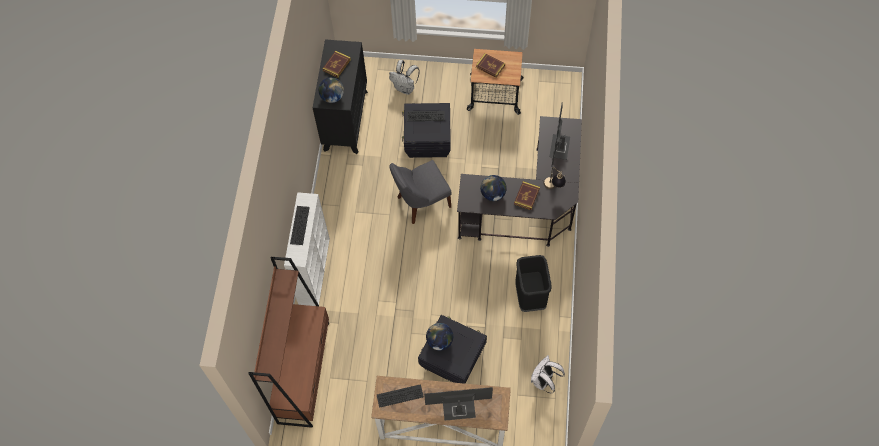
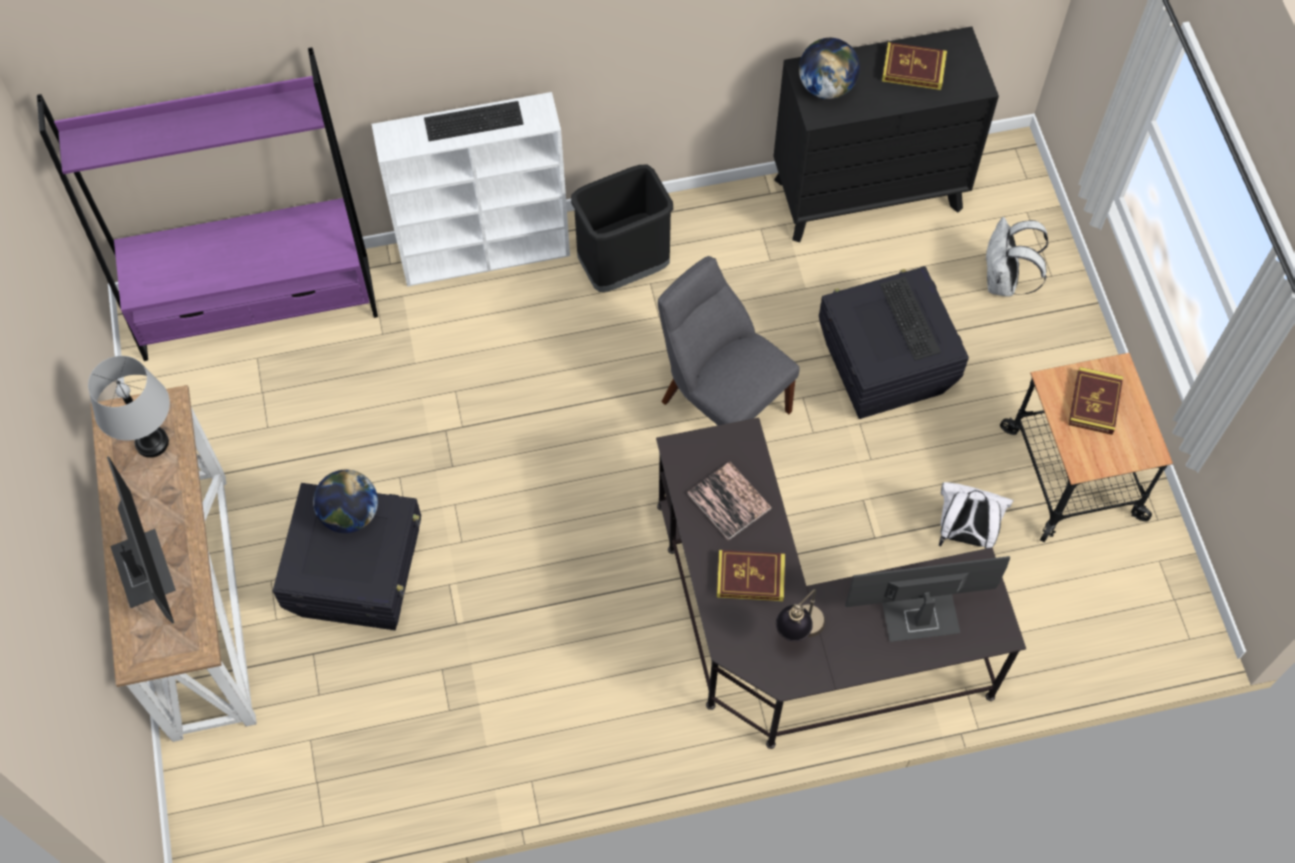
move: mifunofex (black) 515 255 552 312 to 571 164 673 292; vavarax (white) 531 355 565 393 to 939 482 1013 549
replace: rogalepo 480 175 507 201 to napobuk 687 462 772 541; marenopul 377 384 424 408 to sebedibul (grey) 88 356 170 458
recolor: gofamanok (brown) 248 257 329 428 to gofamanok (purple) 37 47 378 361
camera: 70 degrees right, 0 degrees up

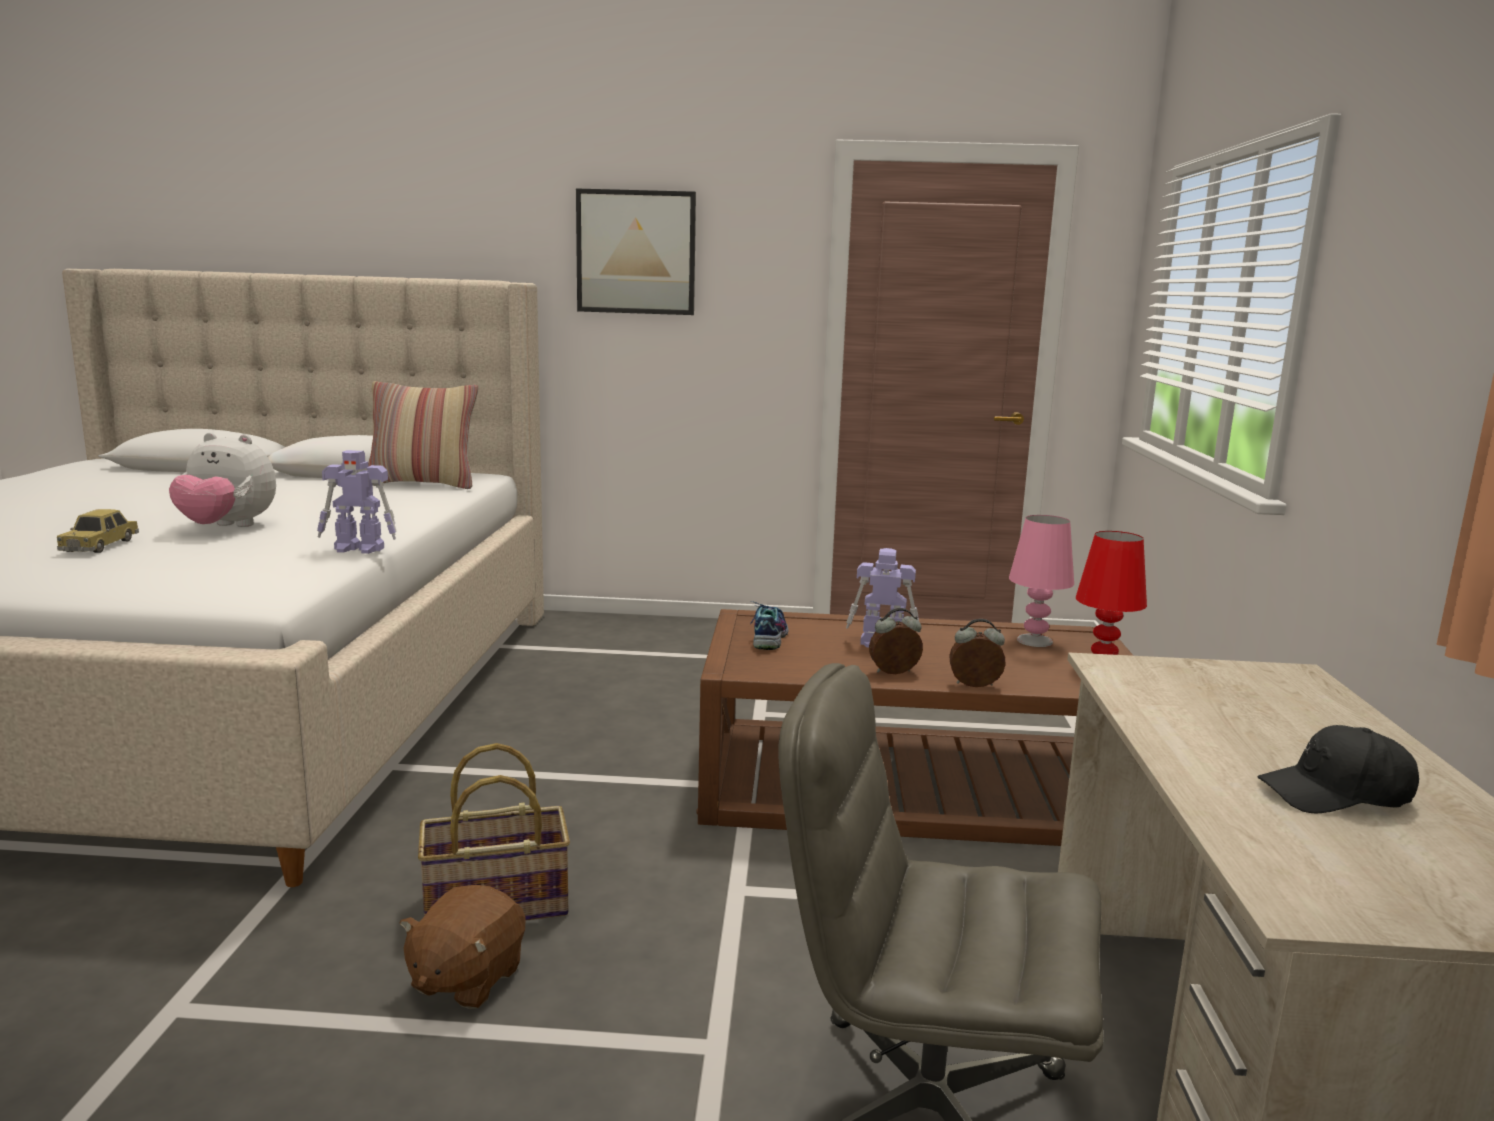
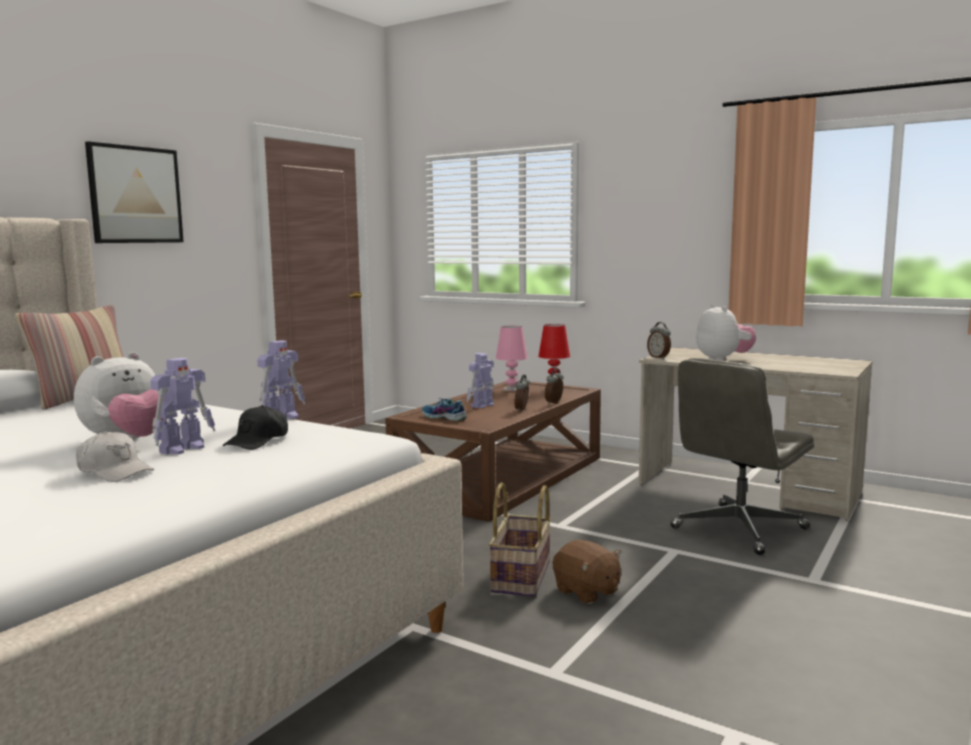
insert: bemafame 696 304 756 361; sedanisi 647 322 671 359; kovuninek 150 358 215 454
move: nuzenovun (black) 1258 725 1419 814 to 222 405 288 450
replace: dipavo 57 509 139 553 to nuzenovun (white) 76 431 154 482
camera: 60 degrees left, 5 degrees down

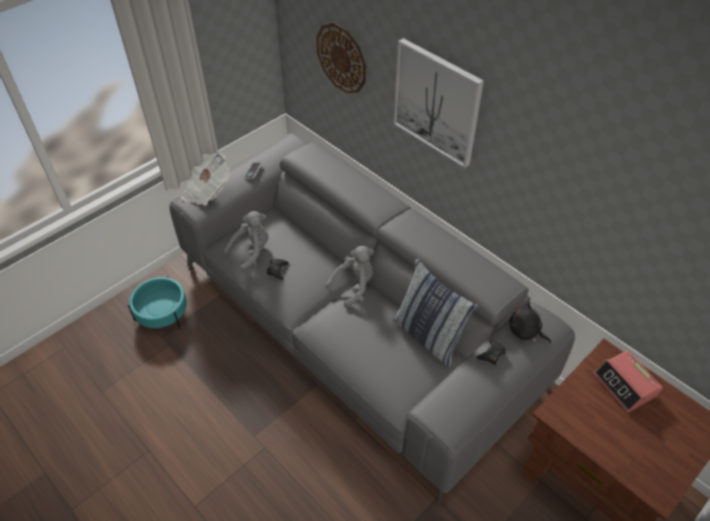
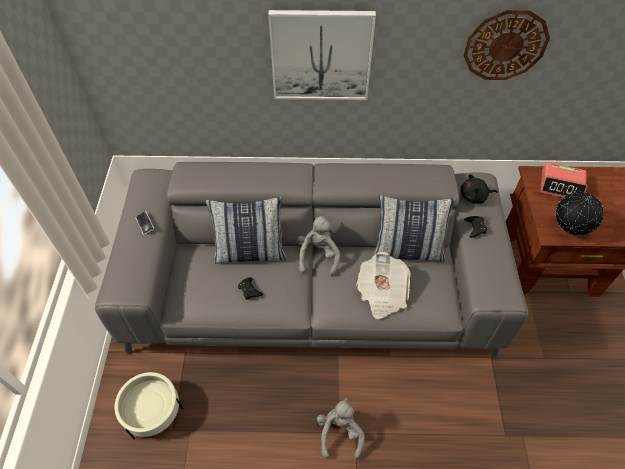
insert: rogalepo 555 192 604 235; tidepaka 205 196 286 264
move: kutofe 316 23 366 93 to 464 10 550 80; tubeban 181 153 231 206 to 356 252 411 319; bemafame (grey) 224 211 269 272 to 317 398 365 459
recolor: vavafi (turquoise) 128 276 187 329 to vavafi (beige) 115 372 183 440
camera: 45 degrees left, 5 degrees up

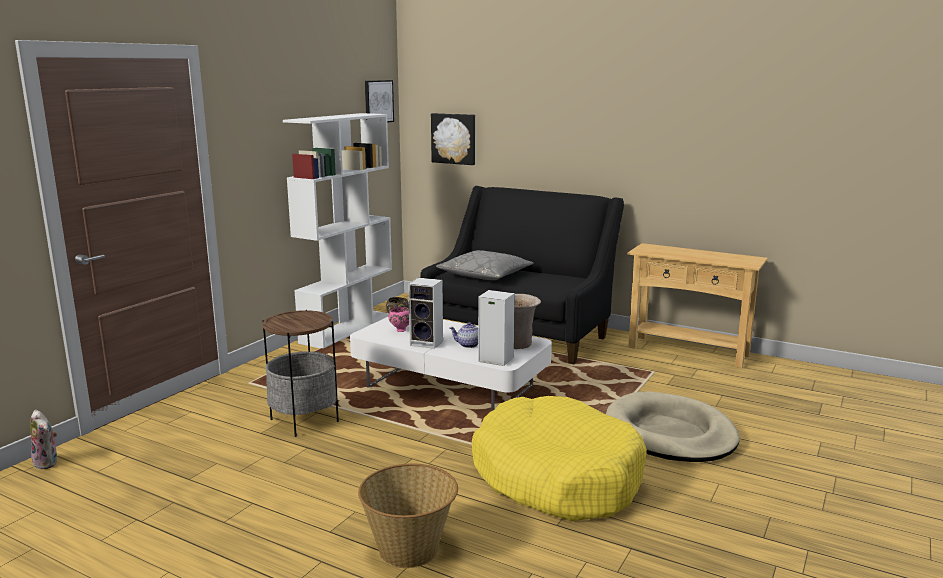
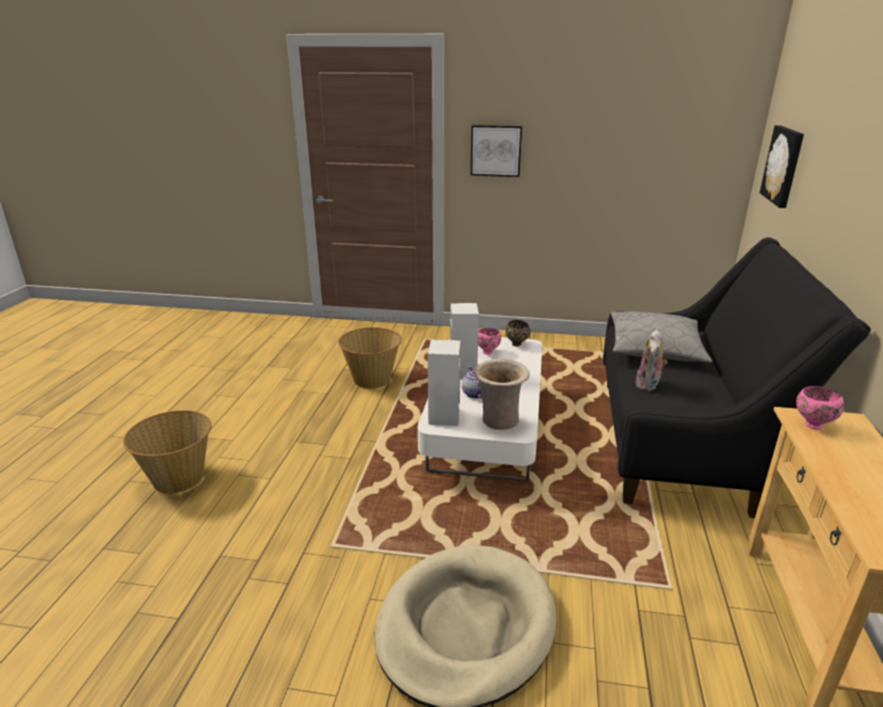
delete: gofamanok (white) 283 113 392 349; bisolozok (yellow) 472 396 647 521
insert: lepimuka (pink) 796 386 844 430
move: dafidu 365 80 394 123 to 471 125 522 177; bemafame 30 410 58 470 to 636 330 667 391
replace: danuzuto 263 310 339 437 to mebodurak 338 327 402 389
camera: 70 degrees right, 10 degrees up

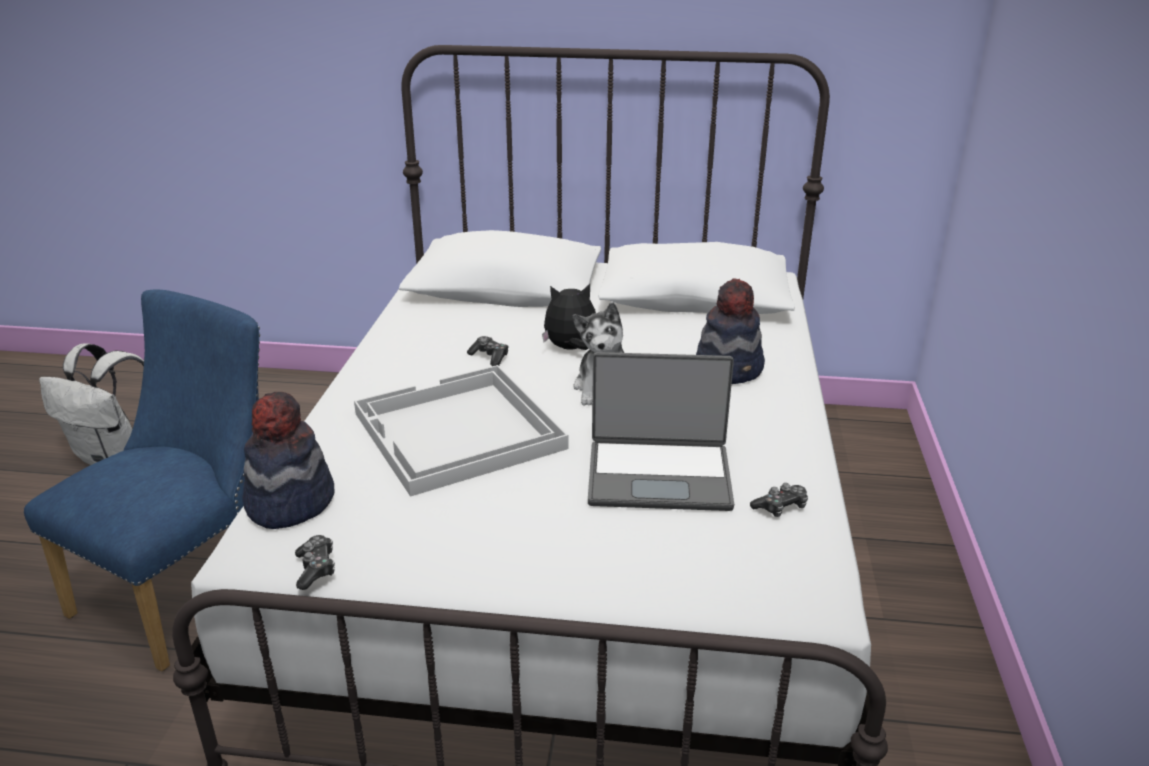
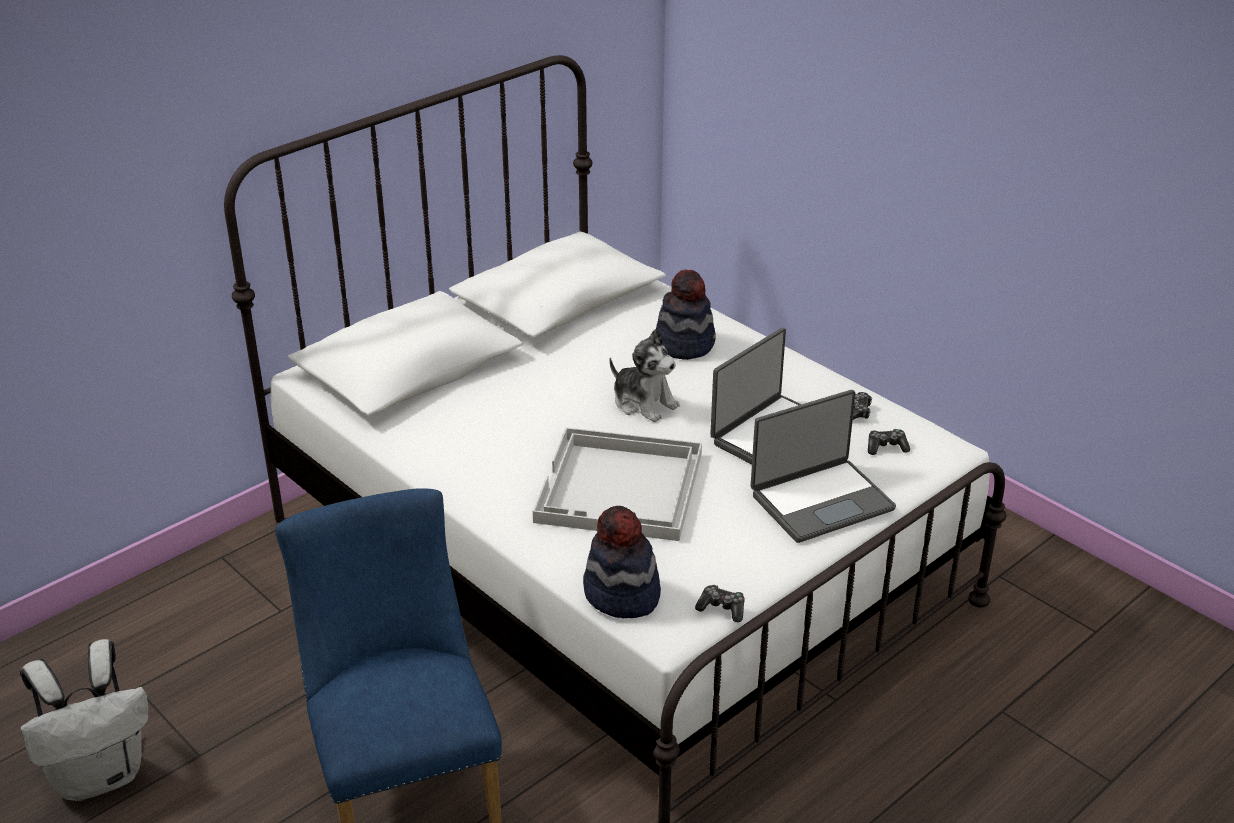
delete: bemafame 542 284 596 350
insert: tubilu 751 390 896 543
move: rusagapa 467 336 509 366 to 868 429 910 455
camera: 50 degrees left, 5 degrees up

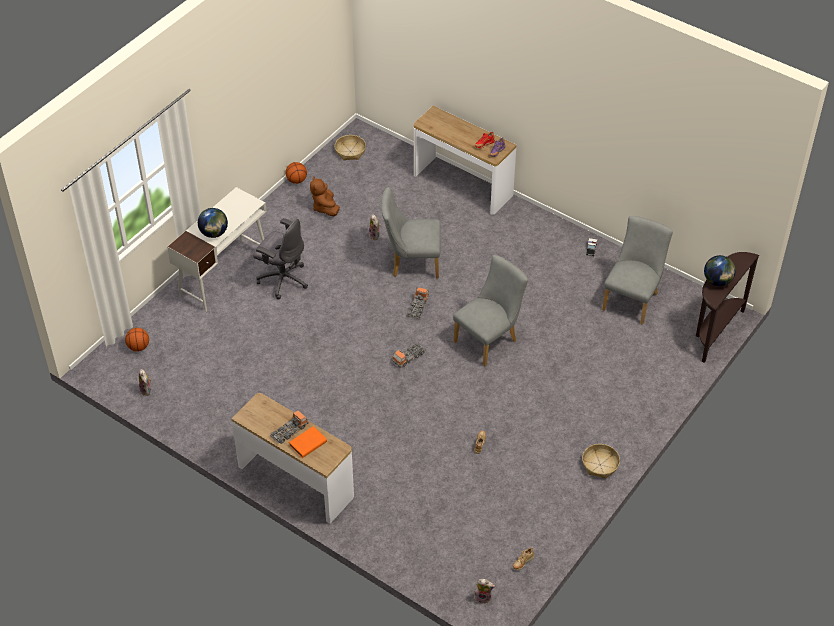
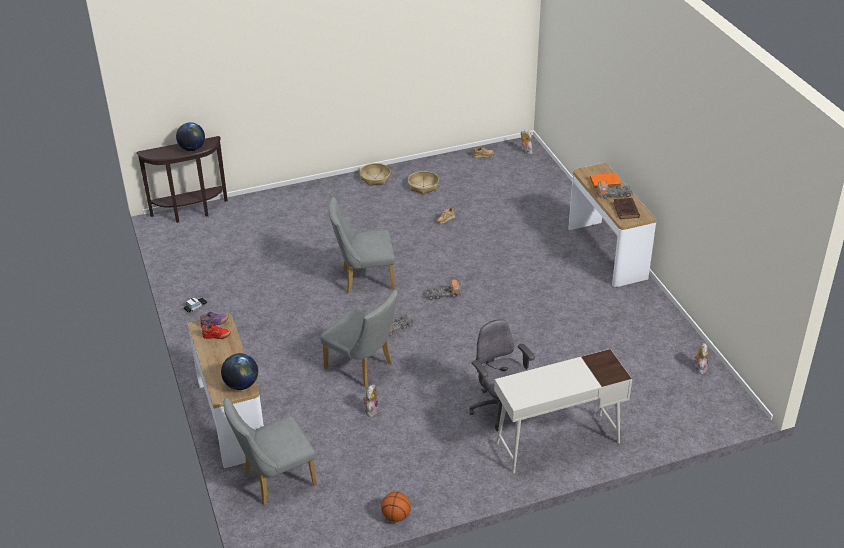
delete: bemafame (brown) 310 176 340 216; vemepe 125 328 149 351
insert: napobuk (brown) 613 198 640 219
move: mebodurak 335 135 366 160 to 408 171 439 195; rogalepo 198 208 228 238 to 221 353 258 390; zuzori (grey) 602 216 673 325 to 223 398 317 505
camera: 145 degrees left, 10 degrees down

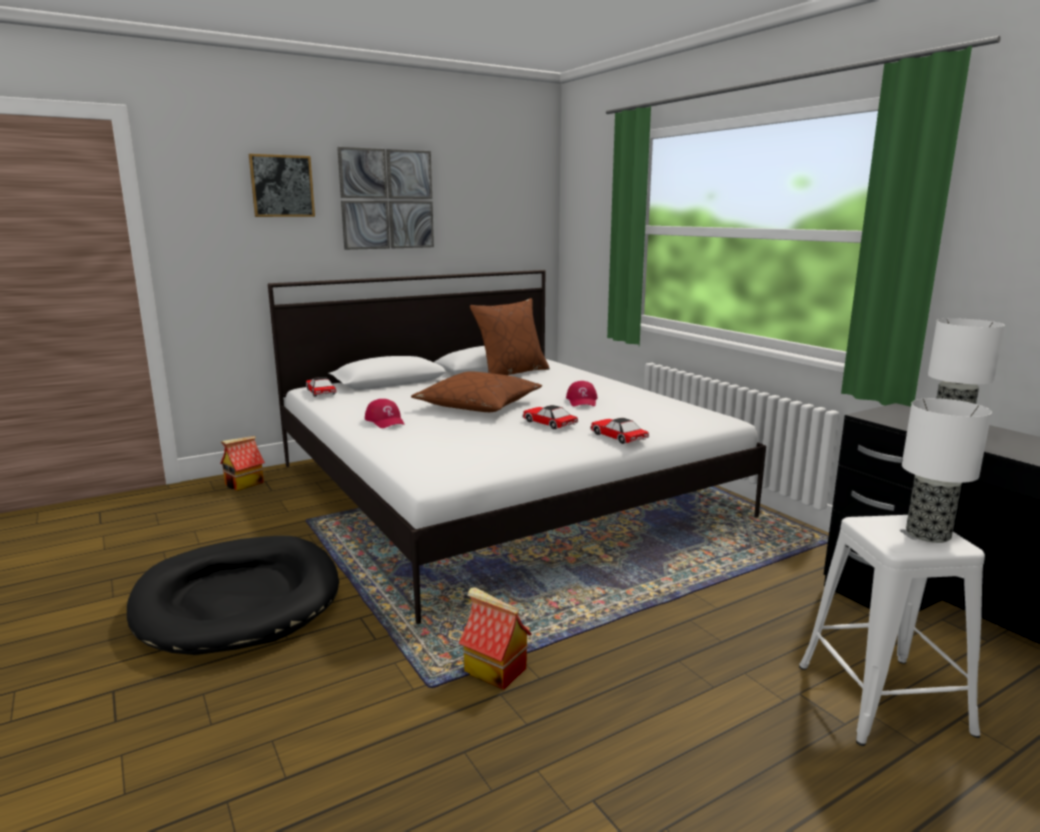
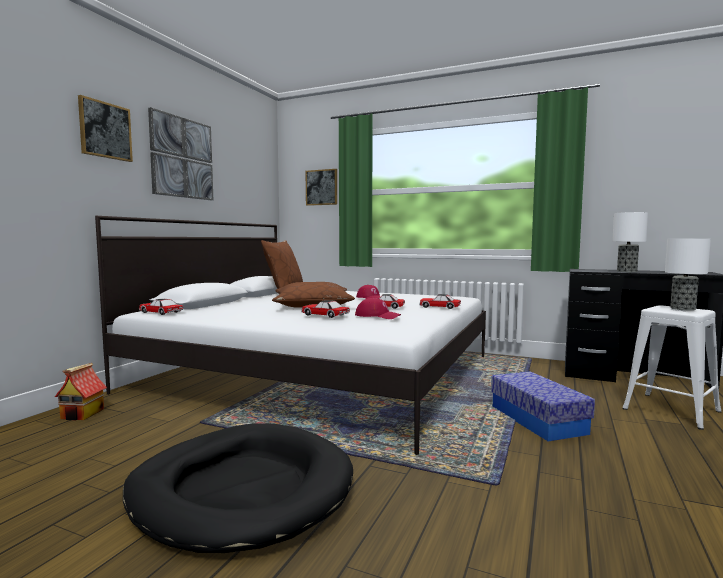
delete: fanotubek 459 587 532 690
insert: dafidu 305 169 337 206; dipavo 301 300 350 318; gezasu 491 371 595 441
move: nuzenovun (red) 365 399 405 428 to 355 298 401 319
camera: 35 degrees left, 10 degrees down

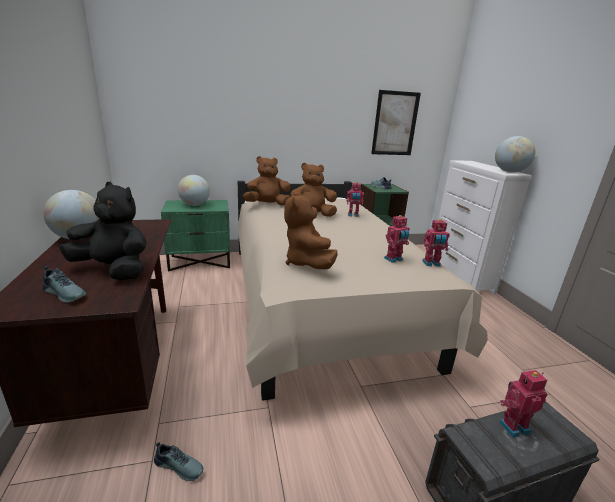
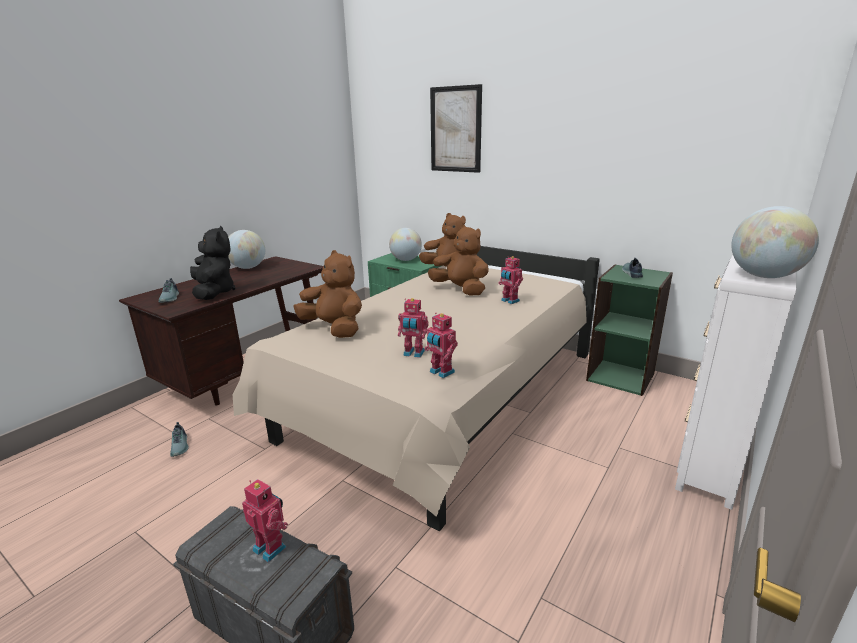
move: dafidu 371 90 421 155 to 430 84 482 173
rotate: bemafame (brown) 284 192 337 269 = 293 250 362 338 90 degrees clockwise
camera: 50 degrees right, 0 degrees up

